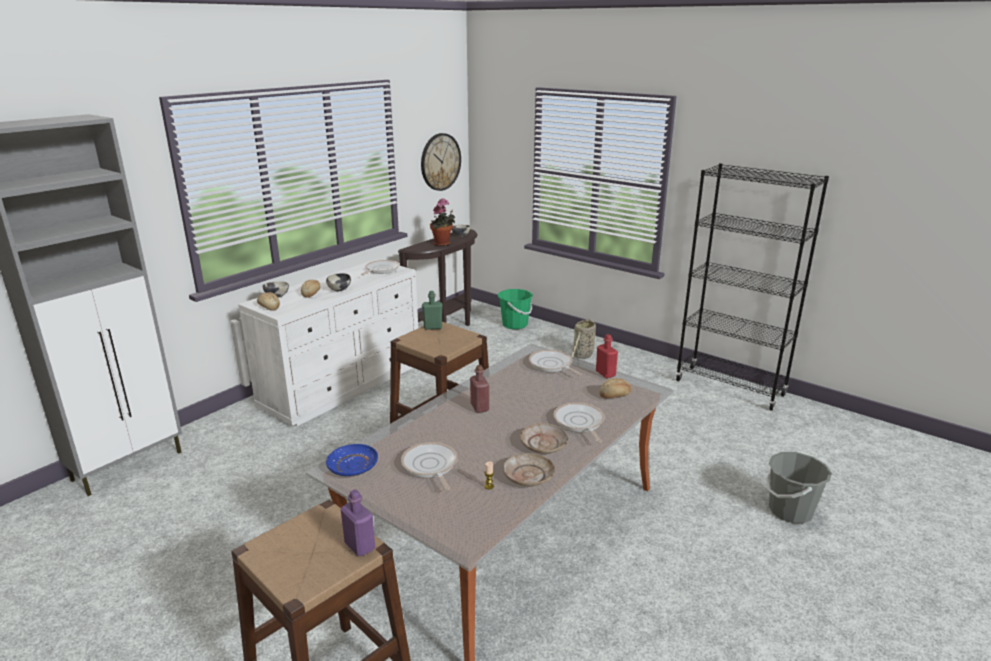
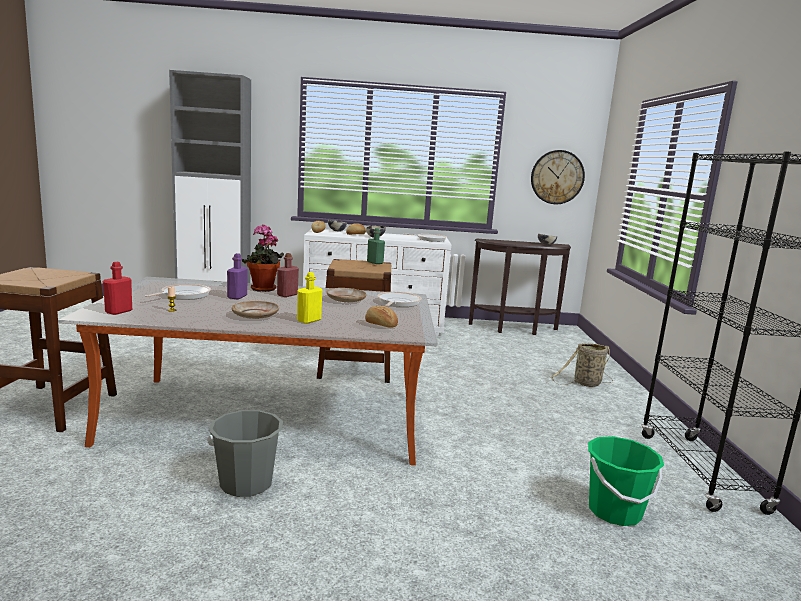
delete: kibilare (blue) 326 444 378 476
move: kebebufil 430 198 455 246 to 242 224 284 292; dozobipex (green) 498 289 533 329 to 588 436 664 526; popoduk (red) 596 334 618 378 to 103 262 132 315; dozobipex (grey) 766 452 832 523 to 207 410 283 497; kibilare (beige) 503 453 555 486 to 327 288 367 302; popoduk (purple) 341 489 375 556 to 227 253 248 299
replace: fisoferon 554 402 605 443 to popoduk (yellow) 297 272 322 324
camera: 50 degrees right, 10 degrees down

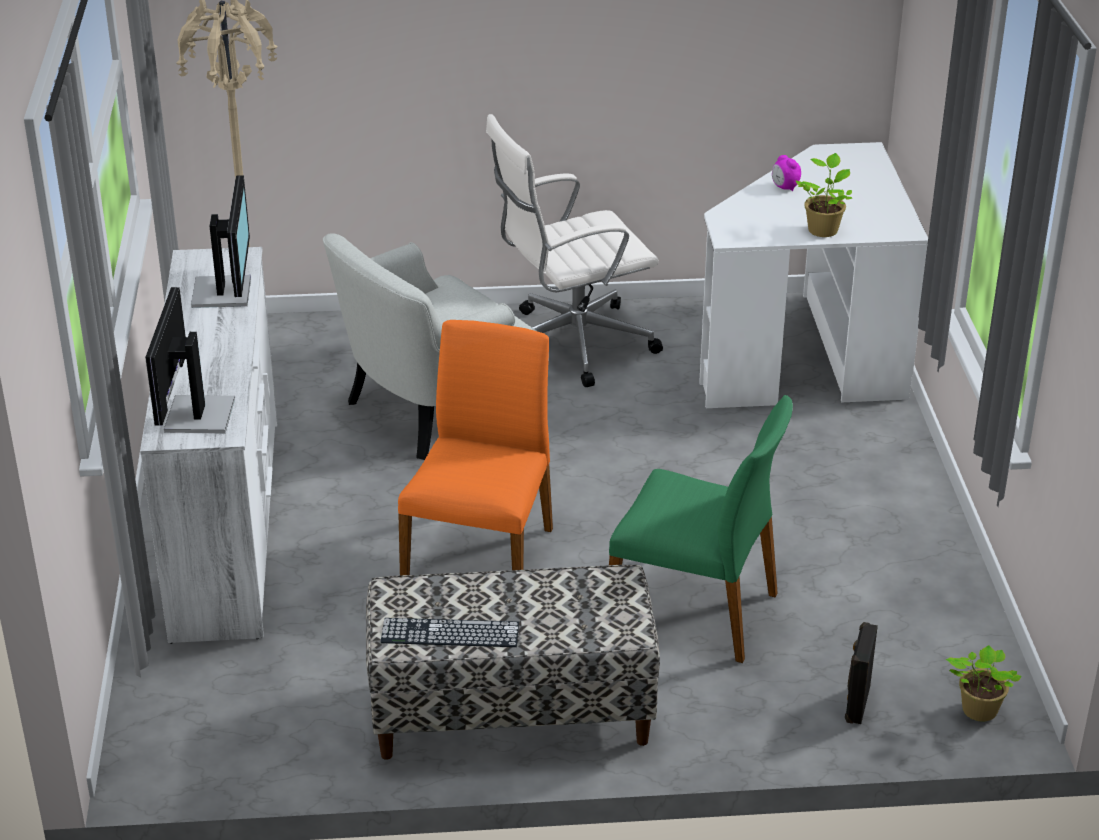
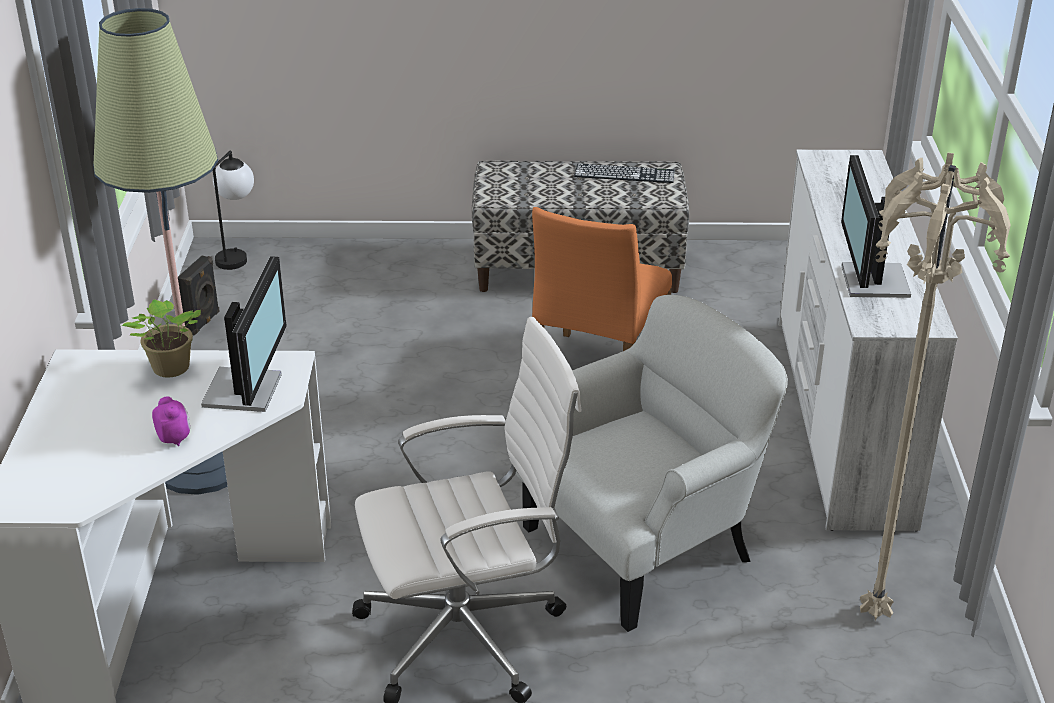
delete: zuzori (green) 609 395 793 663
insert: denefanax 93 8 228 495
move: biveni 145 287 235 433 to 201 256 287 412; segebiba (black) 845 622 878 724 to 178 256 220 336
replace: kebebufil 946 645 1022 722 to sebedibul 213 150 254 270
camera: 175 degrees left, 0 degrees up

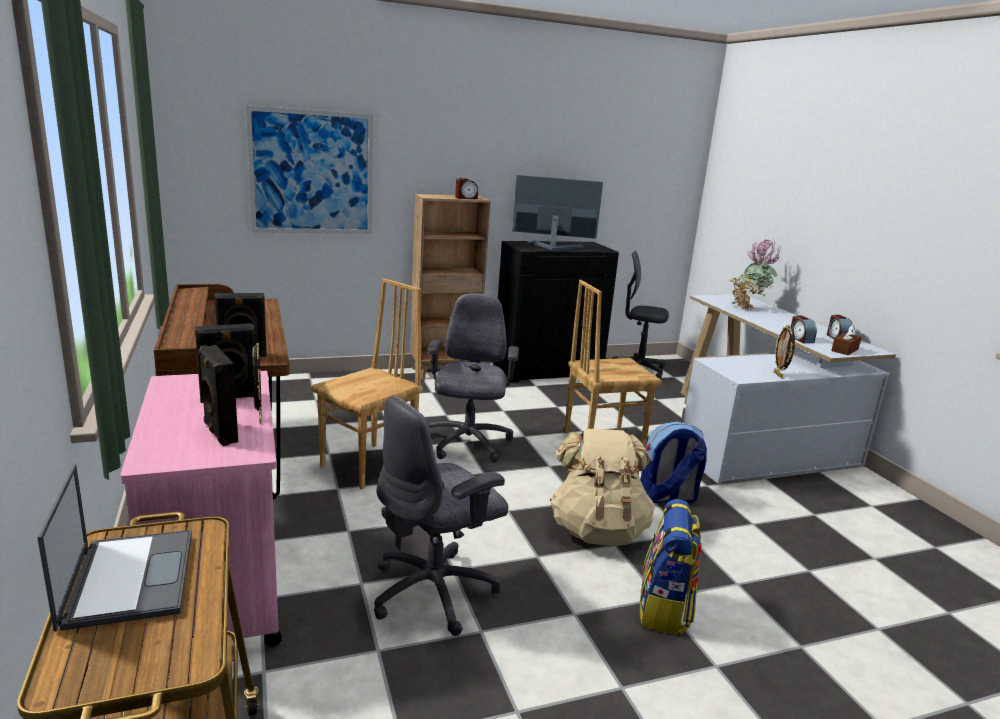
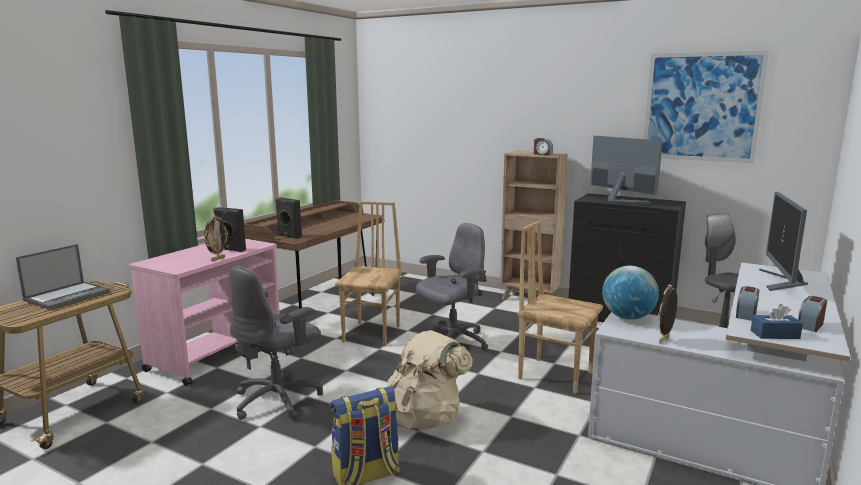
delete: segebiba (black) 199 345 238 446; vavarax 640 421 707 503
insert: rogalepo 602 266 659 320
move: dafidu 246 105 373 234 to 644 50 769 163
replace: kebebufil 730 239 781 310 to biveni 759 192 808 291
recolor: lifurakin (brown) 831 325 862 355 to lifurakin (blue) 751 304 803 339
rotate: zuzori (brown) 311 278 423 489 = 335 201 402 346 75 degrees counterclockwise; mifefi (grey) 374 396 509 636 = 229 265 323 421 60 degrees counterclockwise
camera: 50 degrees right, 5 degrees down

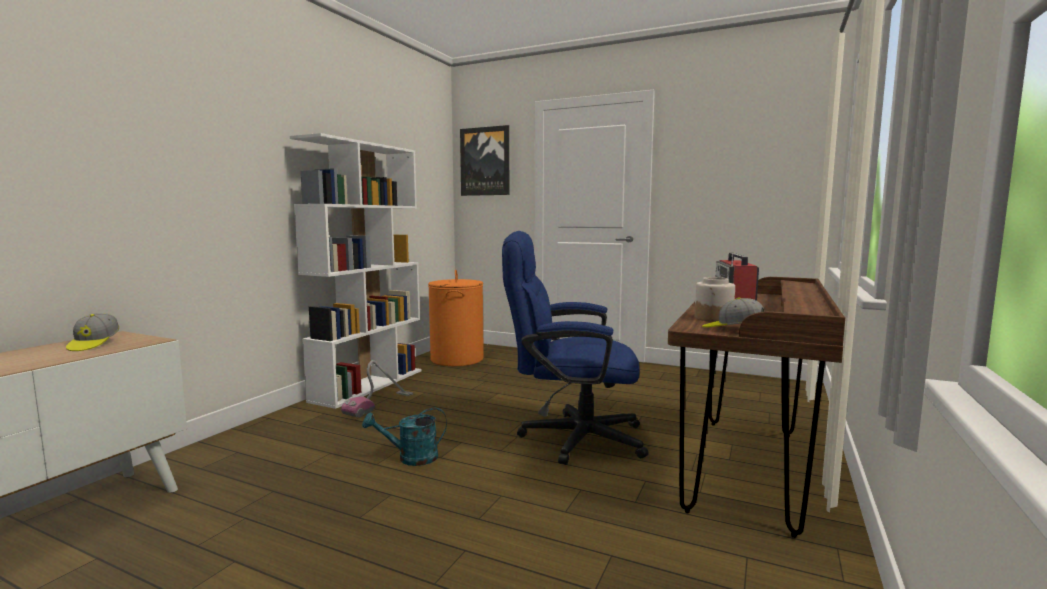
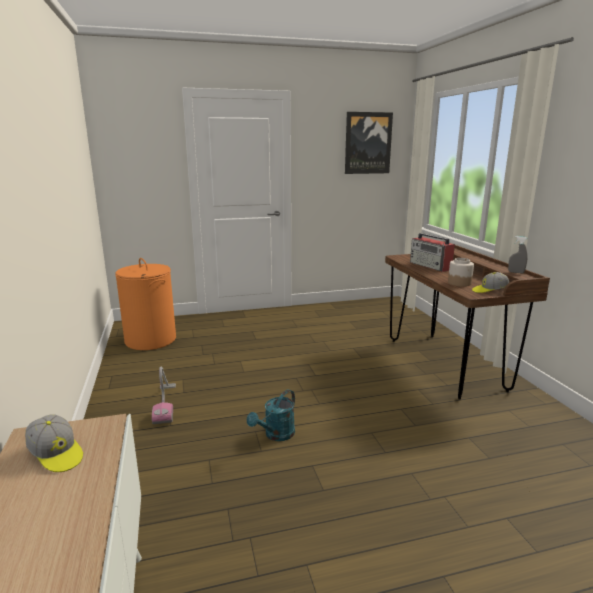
delete: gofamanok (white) 290 133 422 409; mifefi (blue) 502 231 648 465
insert: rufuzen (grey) 508 236 528 273
move: dafidu 460 125 509 196 to 345 112 393 174
camera: 40 degrees left, 10 degrees up

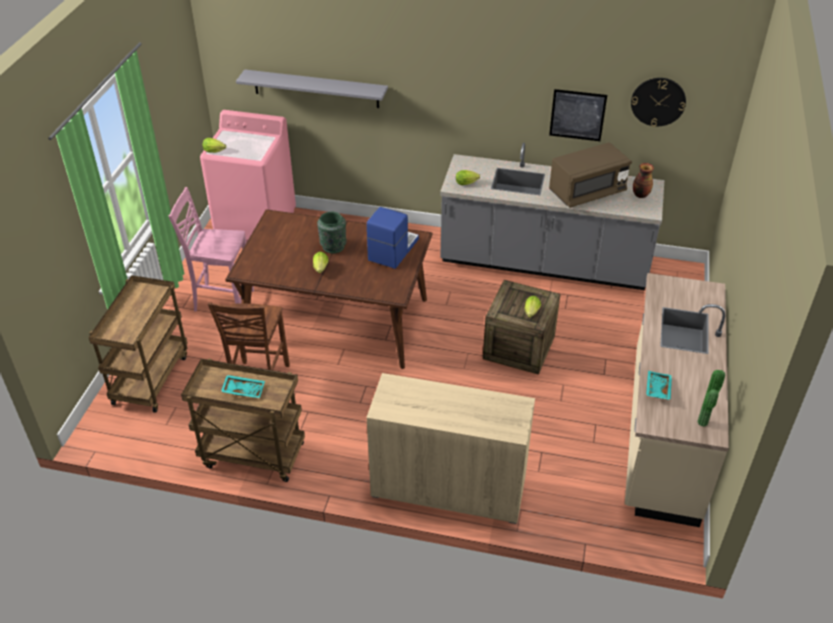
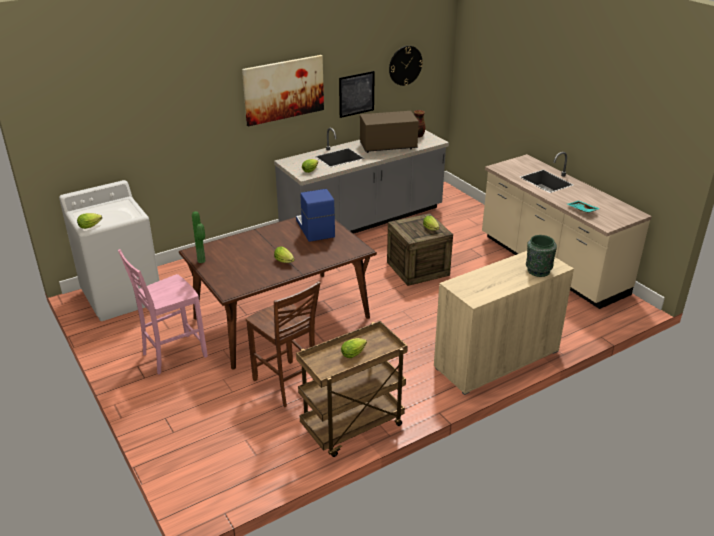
delete: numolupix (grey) 236 69 388 108; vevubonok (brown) 88 275 188 413
insert: dafidu 242 55 324 126
move: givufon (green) 317 212 346 253 to 526 235 557 277; kebebufil 697 370 725 427 to 192 211 206 263
replace: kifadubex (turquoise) 221 375 265 398 to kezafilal 341 338 367 358
recolor: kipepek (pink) 200 110 296 242 to kipepek (white) 59 180 159 321
rotate: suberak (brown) 549 142 632 208 = 360 111 419 153 120 degrees counterclockwise
camera: 45 degrees left, 10 degrees down

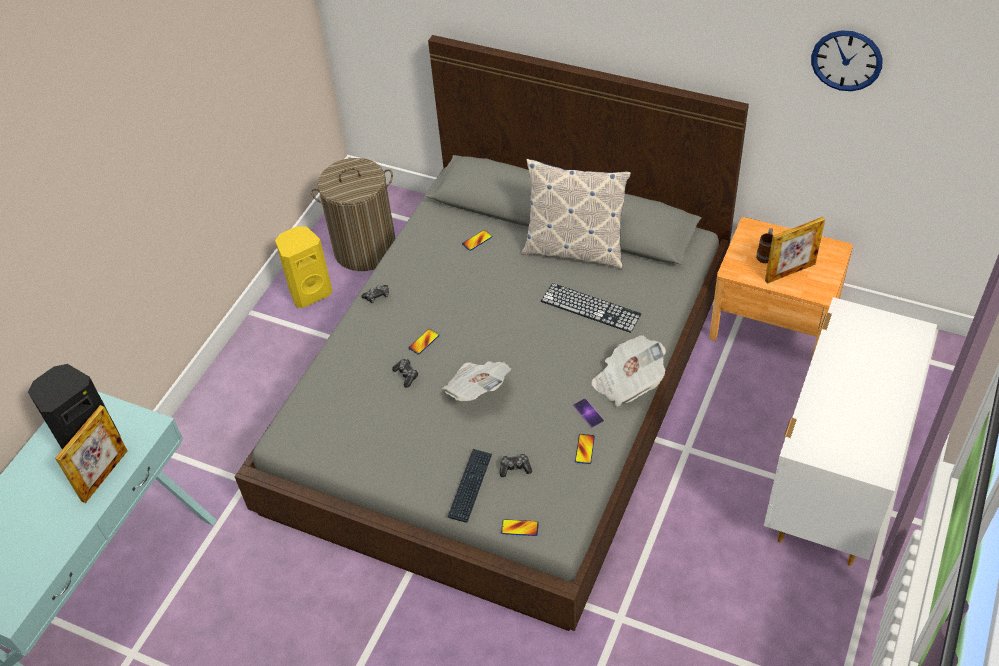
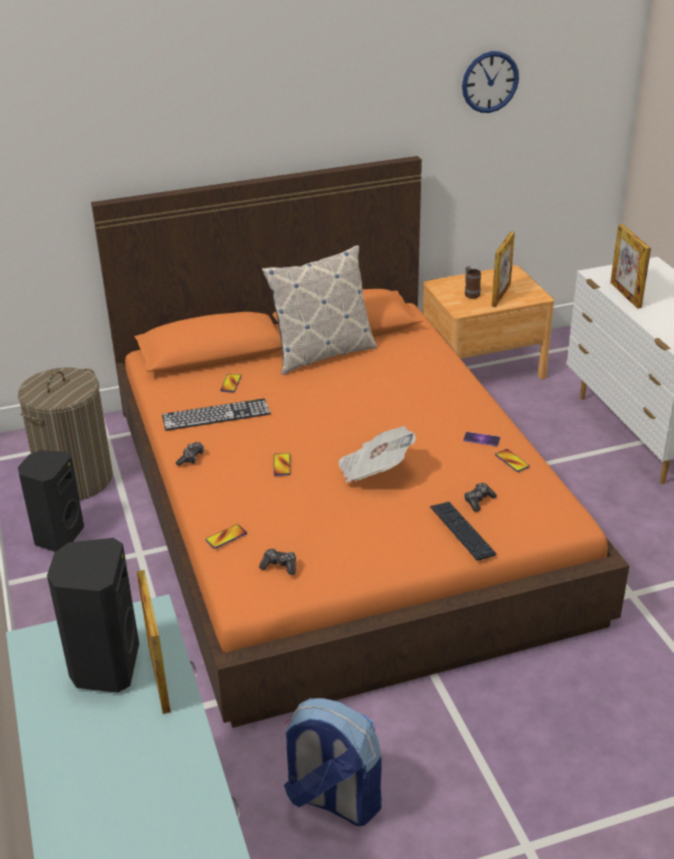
delete: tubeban 592 336 666 406
insert: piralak 610 224 651 309; vavarax 284 698 382 826
move: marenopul 541 283 641 333 to 162 398 271 431; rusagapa 392 359 418 388 to 259 549 296 575; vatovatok 501 519 539 536 to 205 524 247 549
recolor: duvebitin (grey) 235 35 749 631 to duvebitin (orange) 91 156 629 728; segebiba (yellow) 275 226 332 308 to segebiba (black) 18 450 84 552
camera: 45 degrees left, 15 degrees down

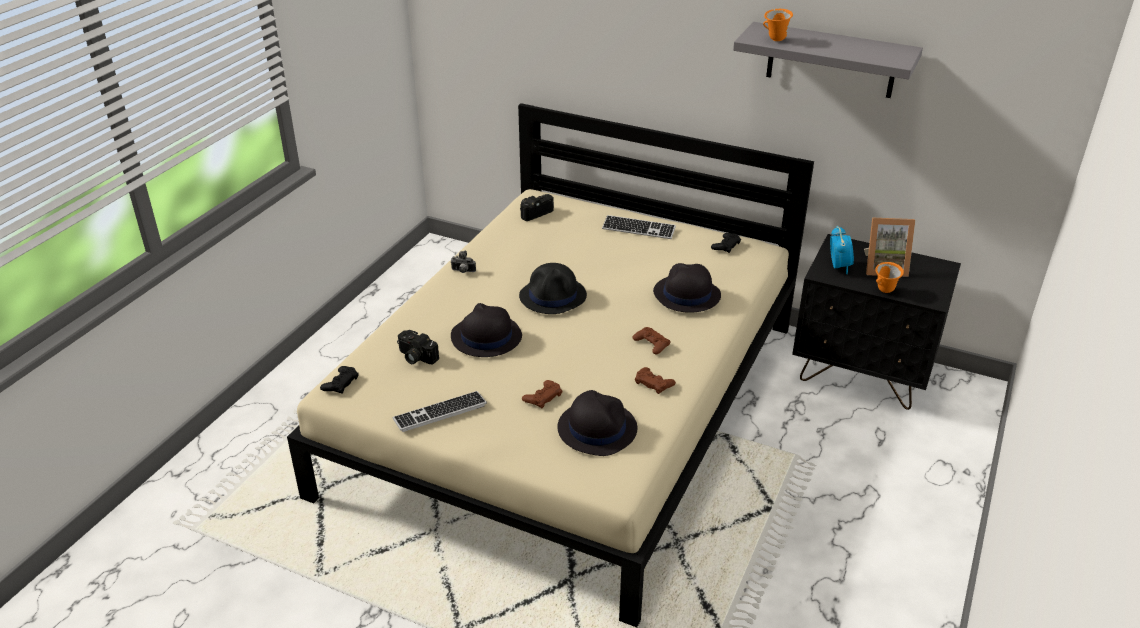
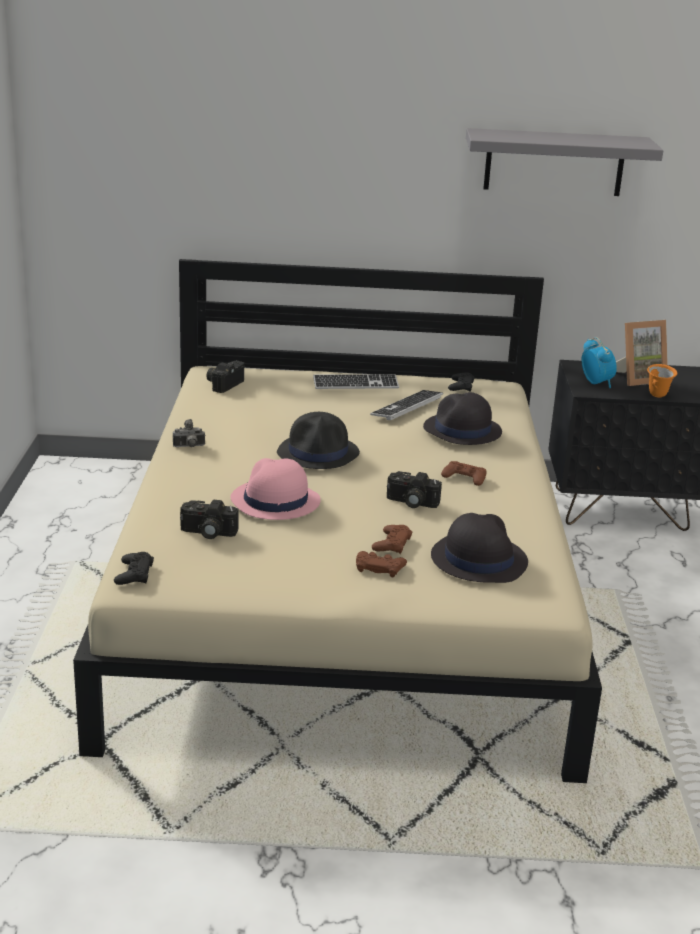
delete: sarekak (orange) 763 9 793 41
insert: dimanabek 387 471 442 508
move: rusagapa (brown) 635 367 676 394 to 356 551 407 577; marenopul 392 391 487 432 to 370 390 443 420
recolor: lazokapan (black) 451 303 522 357 to lazokapan (pink) 230 458 321 520
camera: 25 degrees left, 10 degrees down

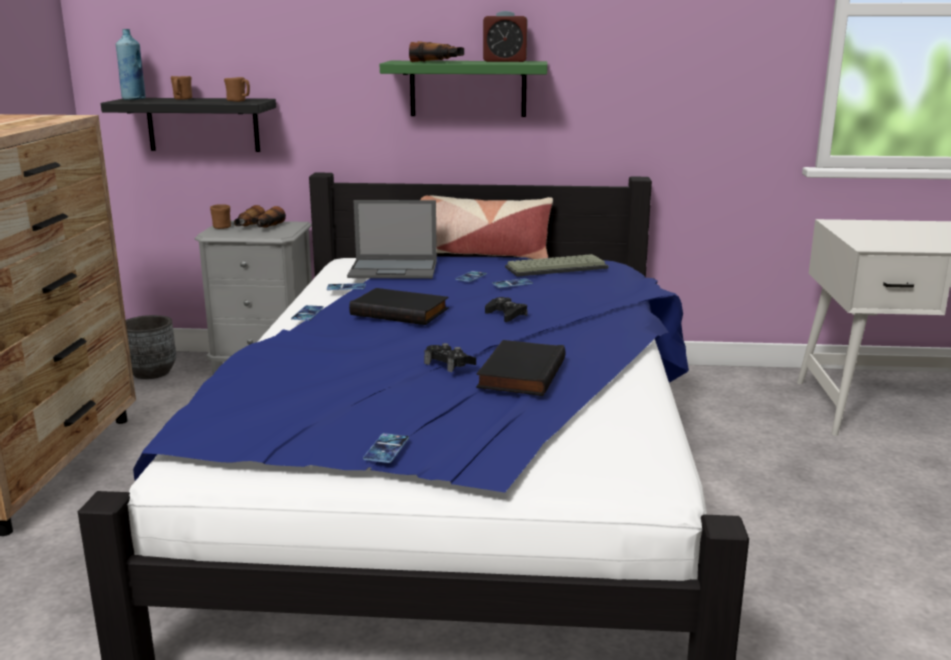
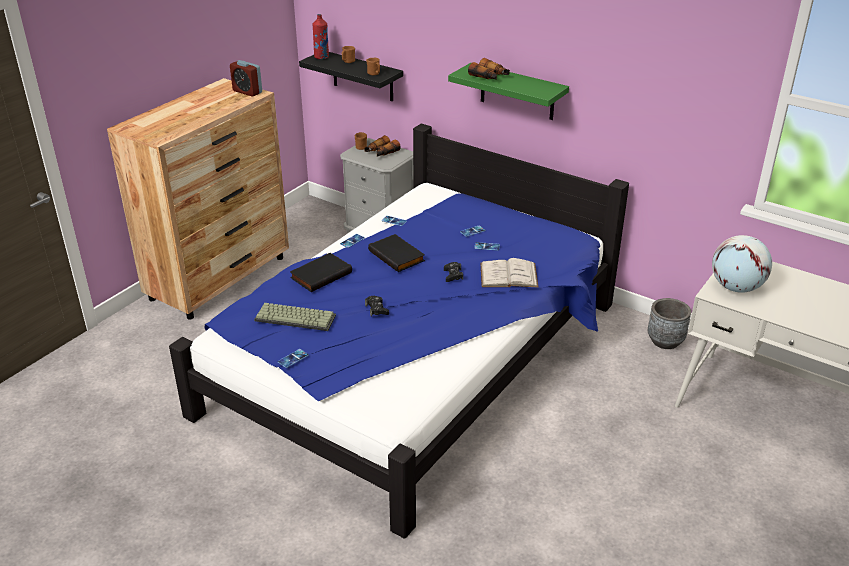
delete: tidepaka 420 196 553 260; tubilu 347 200 437 279
insert: rogalepo 712 235 772 293; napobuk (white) 480 258 539 288
move: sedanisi 483 11 527 62 to 230 60 262 97; marenopul 505 254 608 277 to 254 303 336 331; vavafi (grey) 126 315 176 379 to 648 298 691 349; napobuk (black) 476 340 566 396 to 290 253 352 292
recolor: popoduk (blue) 116 29 146 100 to popoduk (red) 313 14 329 59
camera: 30 degrees right, 15 degrees up

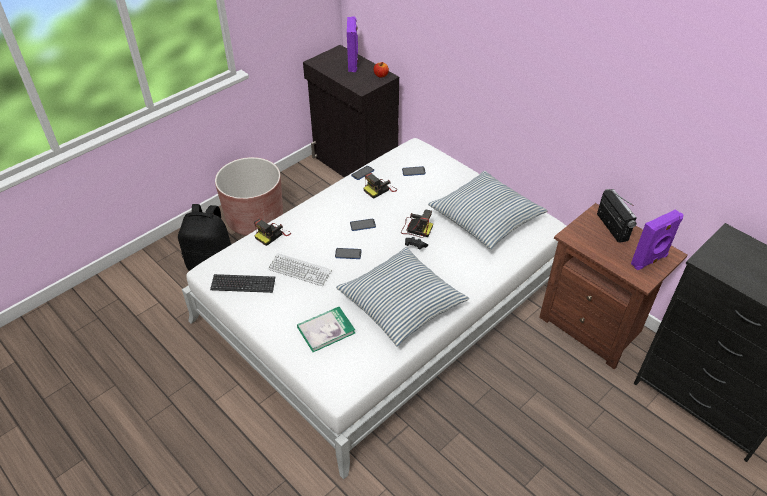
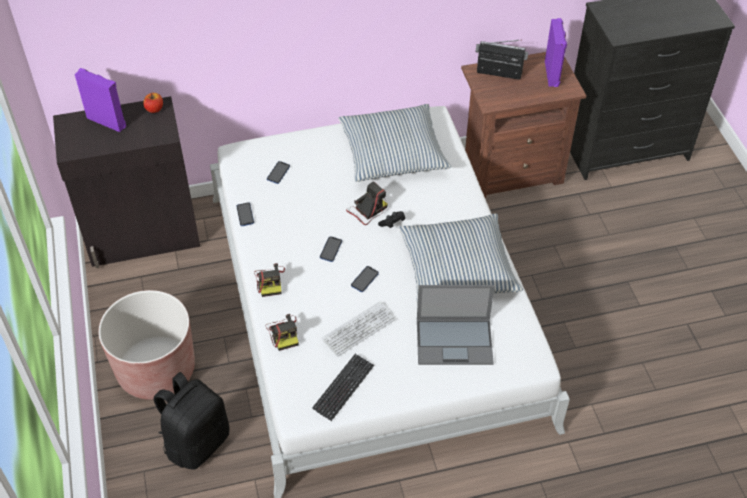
move: dimanabek 364 173 397 199 to 254 263 285 297
replace: napobuk 297 307 355 352 to tubilu 417 285 495 365
camera: 60 degrees left, 5 degrees up

